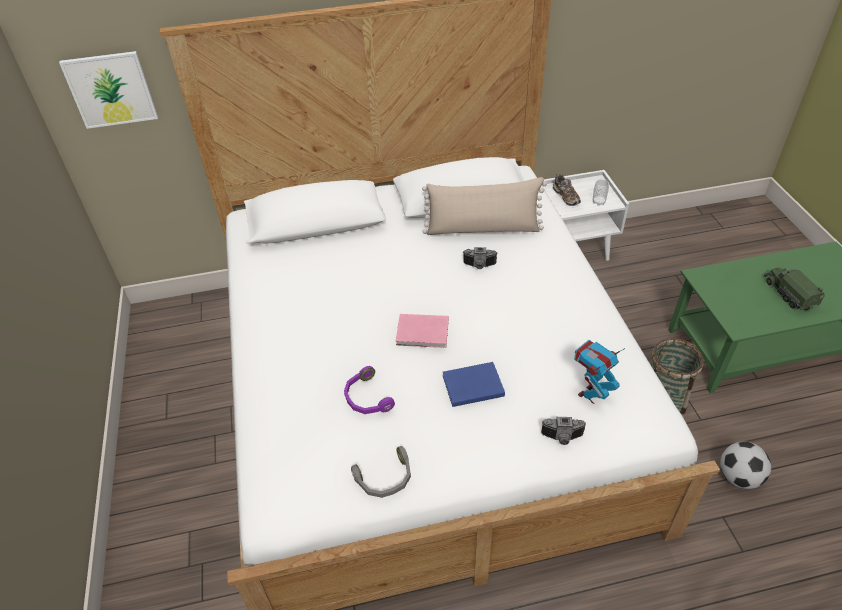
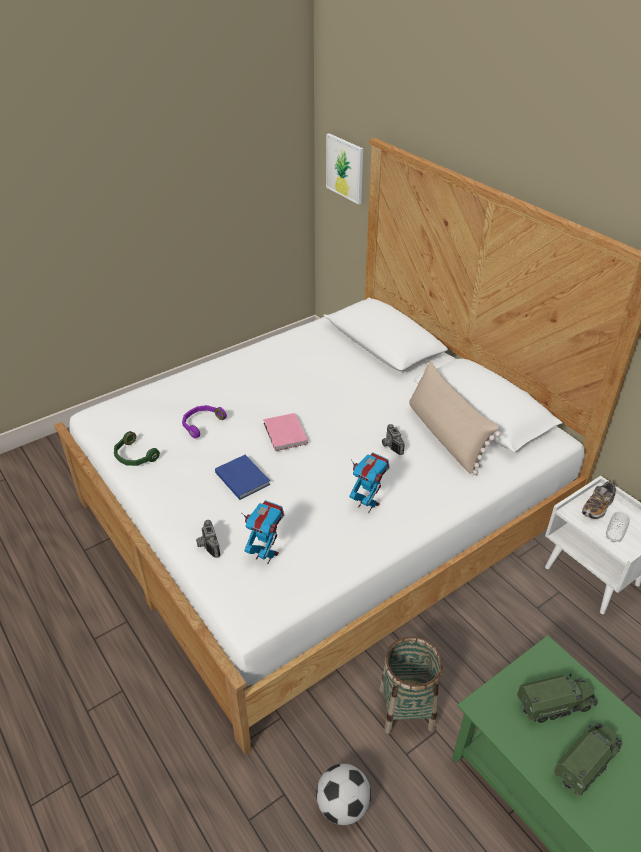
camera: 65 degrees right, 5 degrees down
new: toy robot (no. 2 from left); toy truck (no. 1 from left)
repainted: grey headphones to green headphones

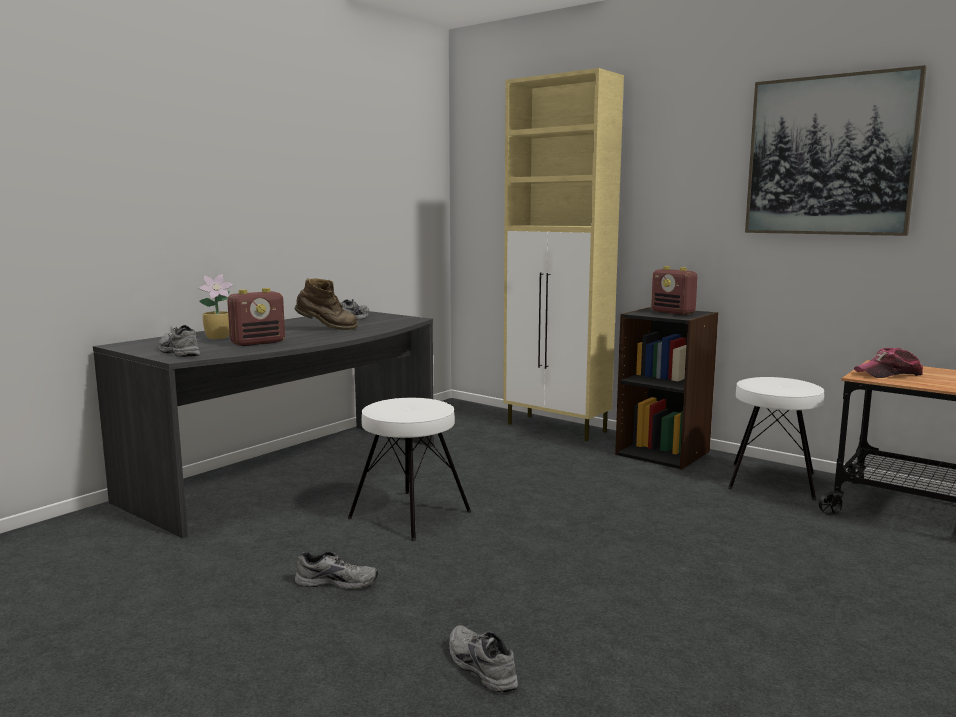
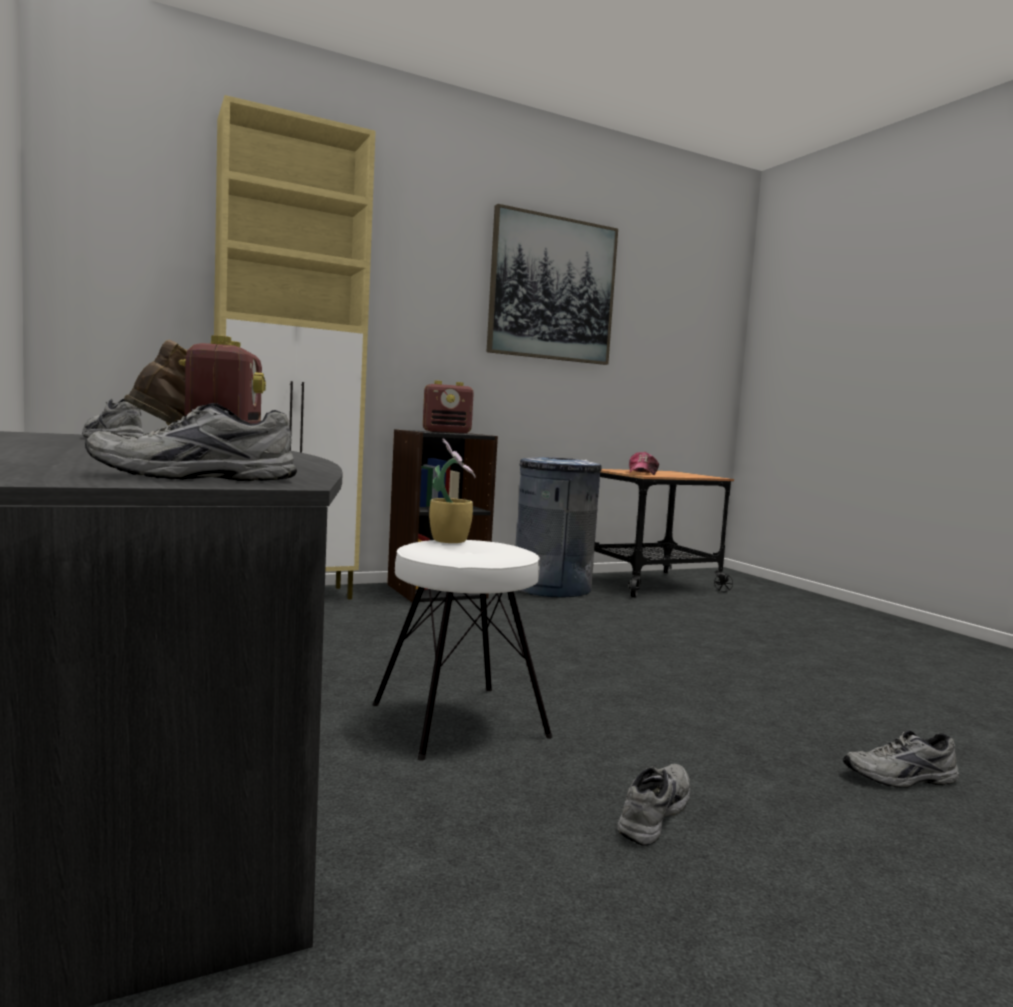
camera: 65 degrees left, 5 degrees down
shifted: potted plant
swapped: white stool (no. 2 from left) to grey trash can

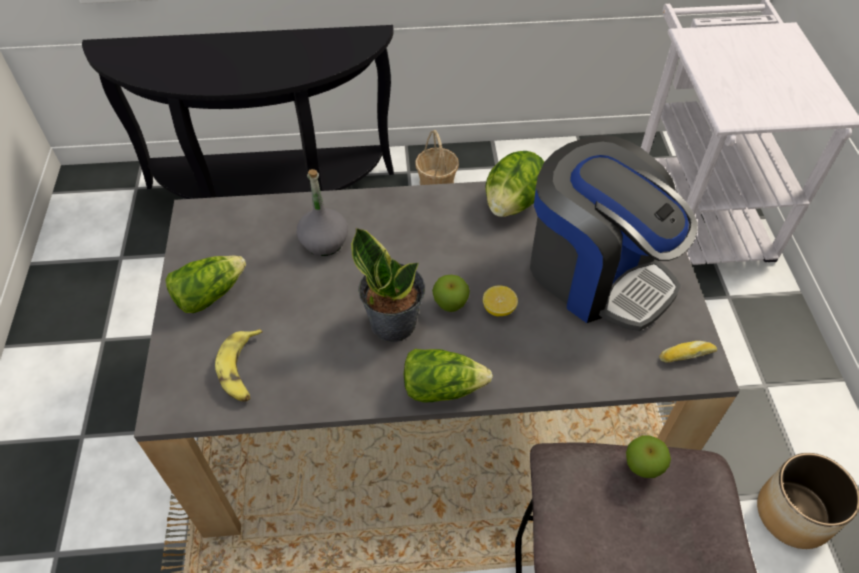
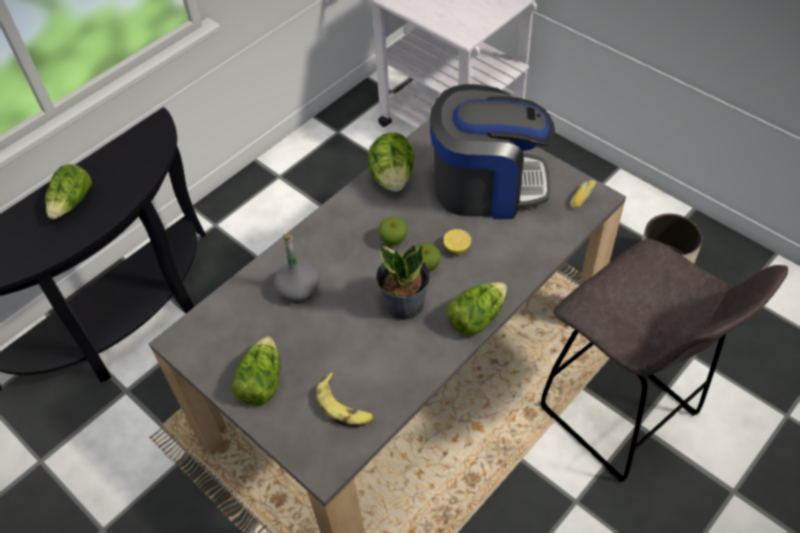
camera: 40 degrees left, 0 degrees up
gone: basket
new: lettuce (no. 1 from left)
shifted: apple (no. 2 from left in the first image) to apple (no. 1 from left)

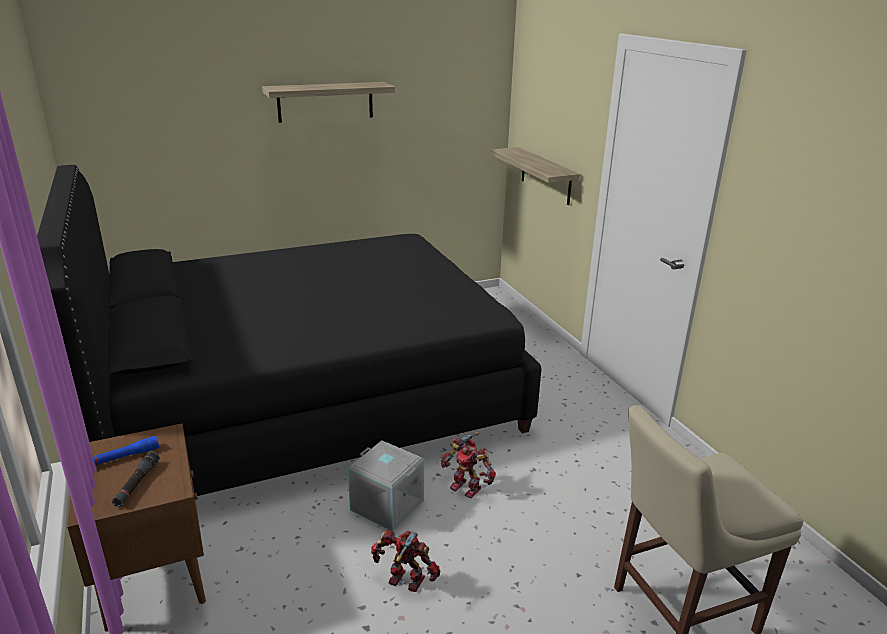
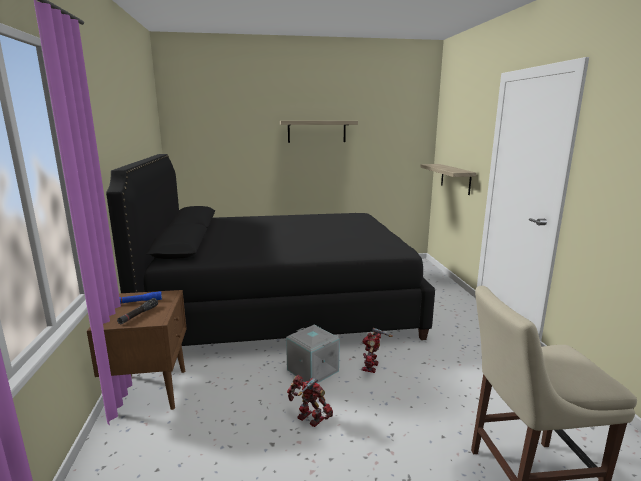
camera: 15 degrees right, 10 degrees down
rotated: toy robot (no. 2 from left) 60 degrees clockwise

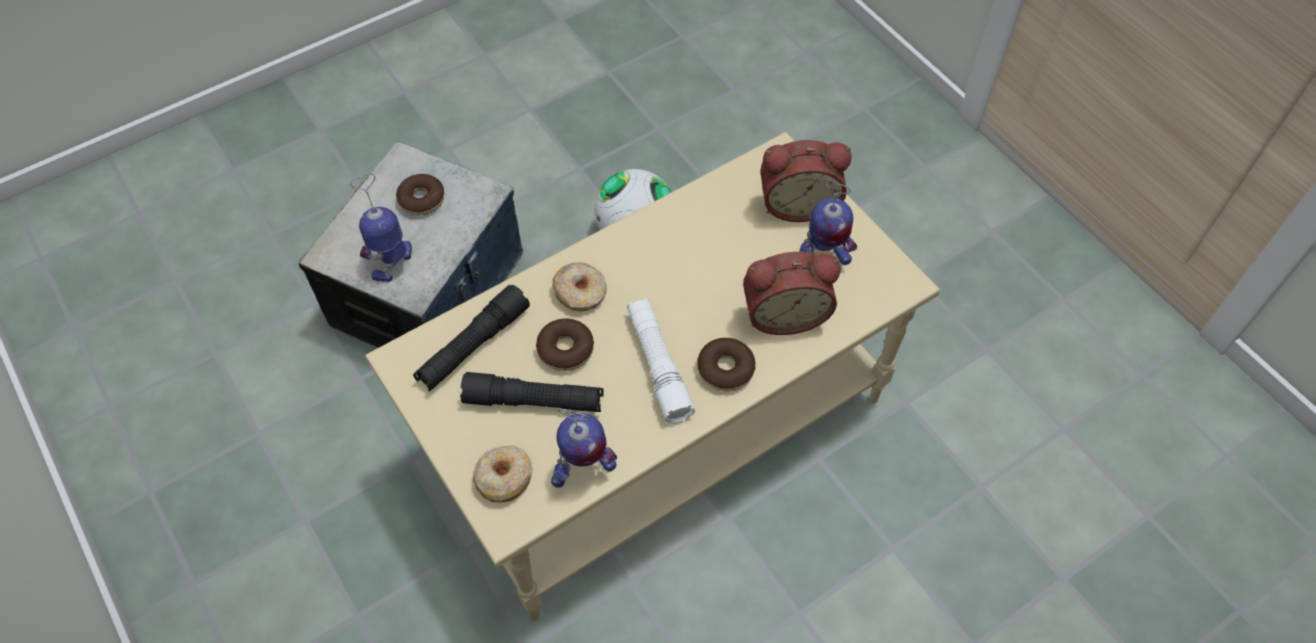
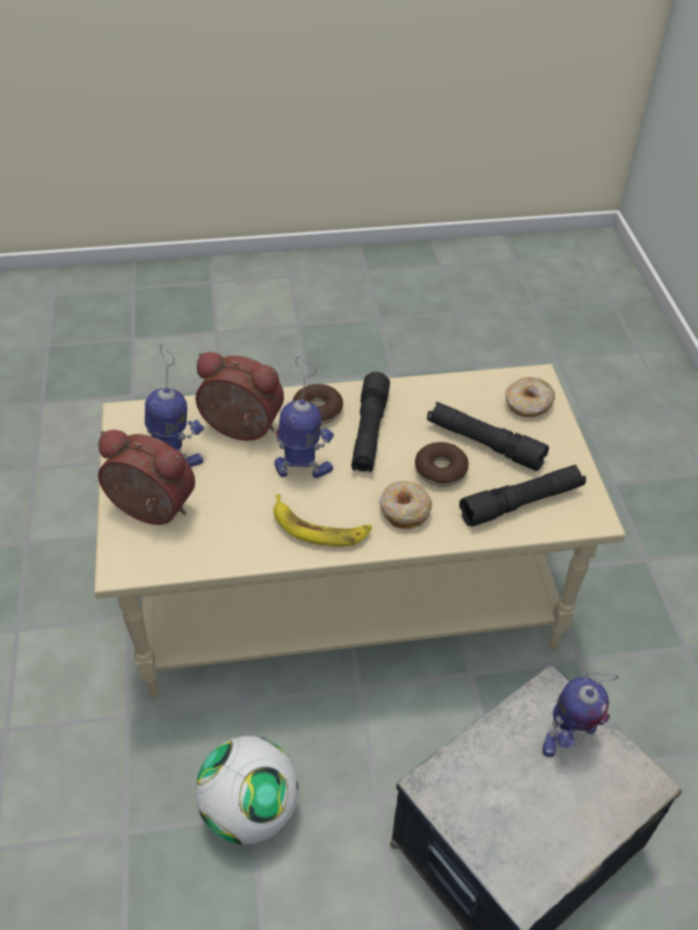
camera: 155 degrees left, 10 degrees down
gone: donut (no. 1 from left)
new: banana
shifted: toy robot (no. 2 from left)
repainted: white flashlight to black flashlight (no. 1 from left)

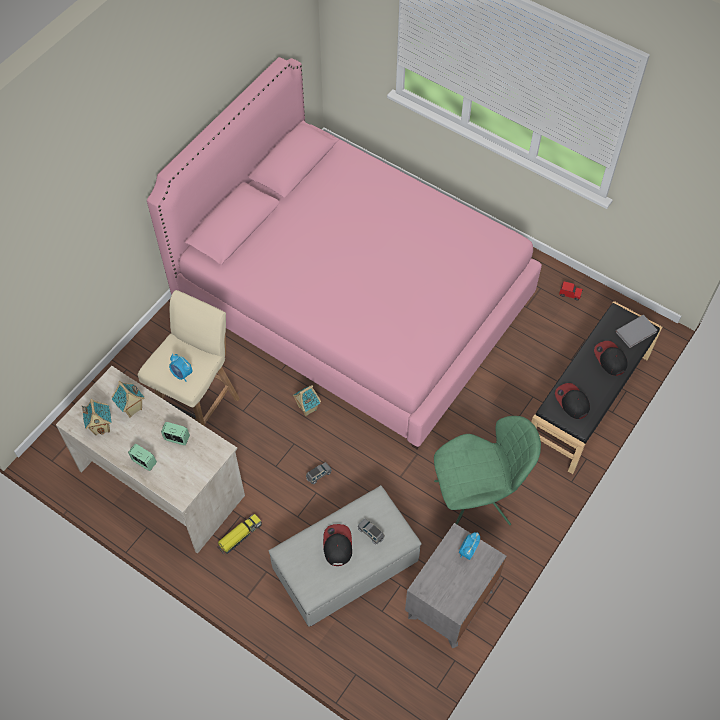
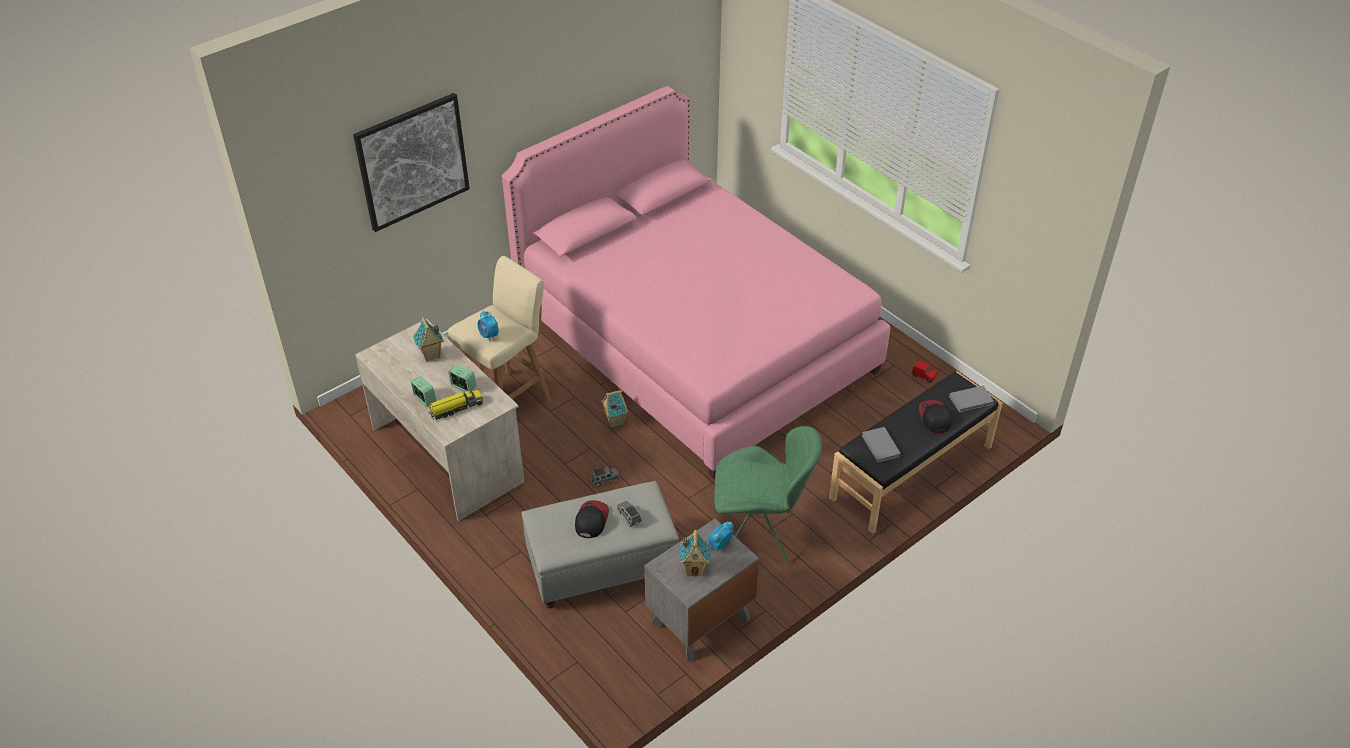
camera: 15 degrees right, 15 degrees down
new: picture
shifted: toy house (no. 1 from left in the first image) to toy house (no. 3 from left); toy truck
swapped: cap (no. 2 from left) to grey book (no. 1 from left)

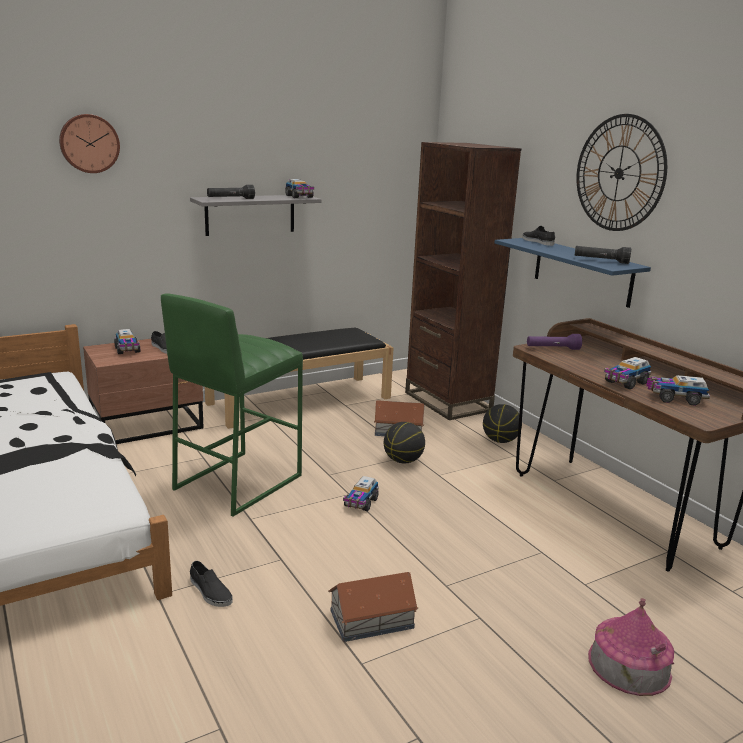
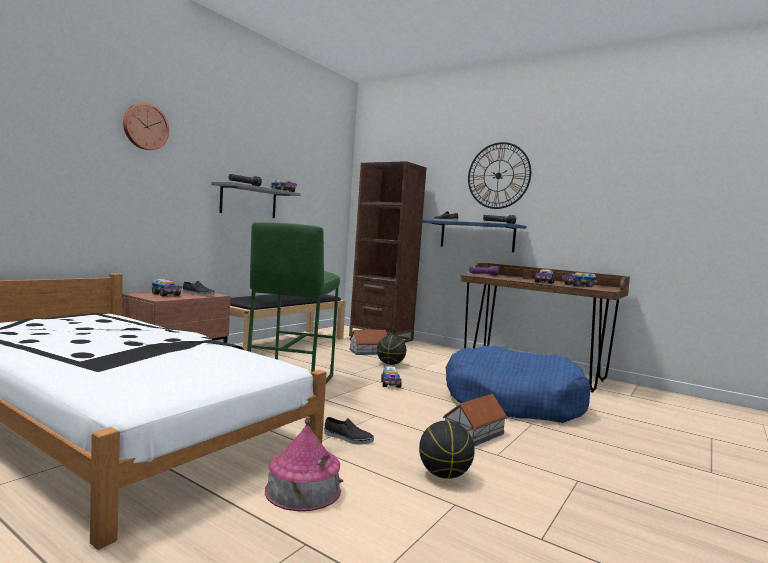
camera: 25 degrees left, 15 degrees down
new: blue dog bed
shifted: basketball (no. 2 from left); toy house (no. 3 from left in the first image) to toy house (no. 1 from left)

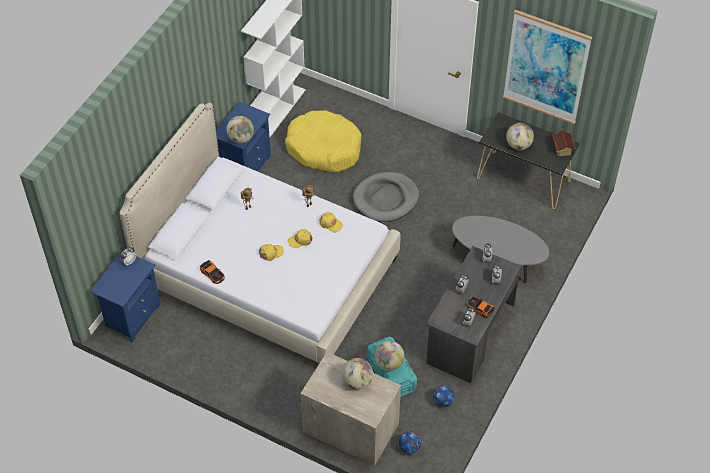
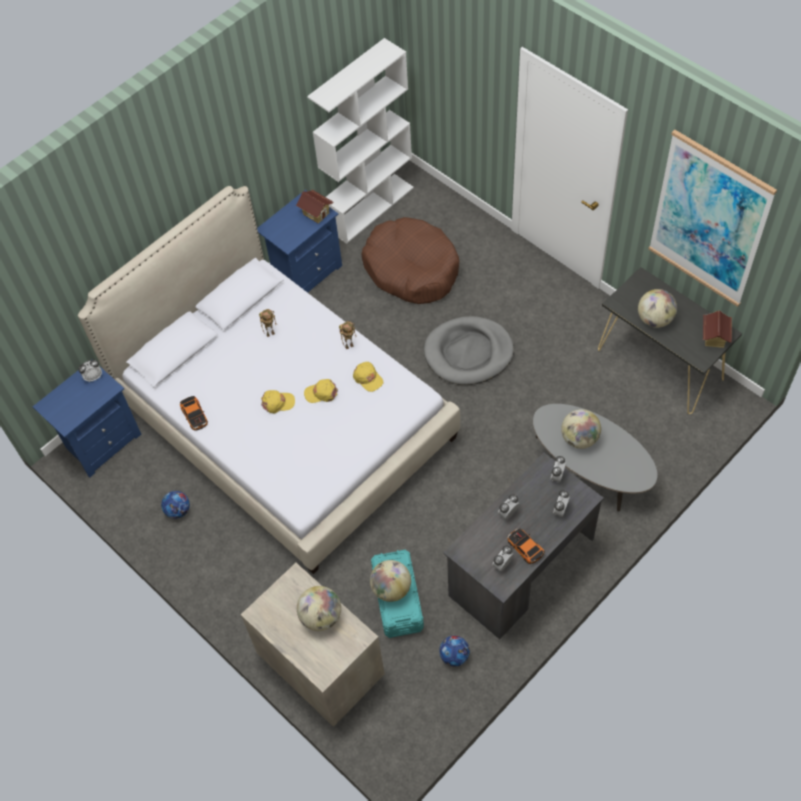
camera: 20 degrees right, 5 degrees up
new: toy house (no. 1 from left)
shifted: globe (no. 1 from left in the first image) to globe (no. 3 from left); football (no. 1 from left)
repainted: yellow dog bed to brown dog bed

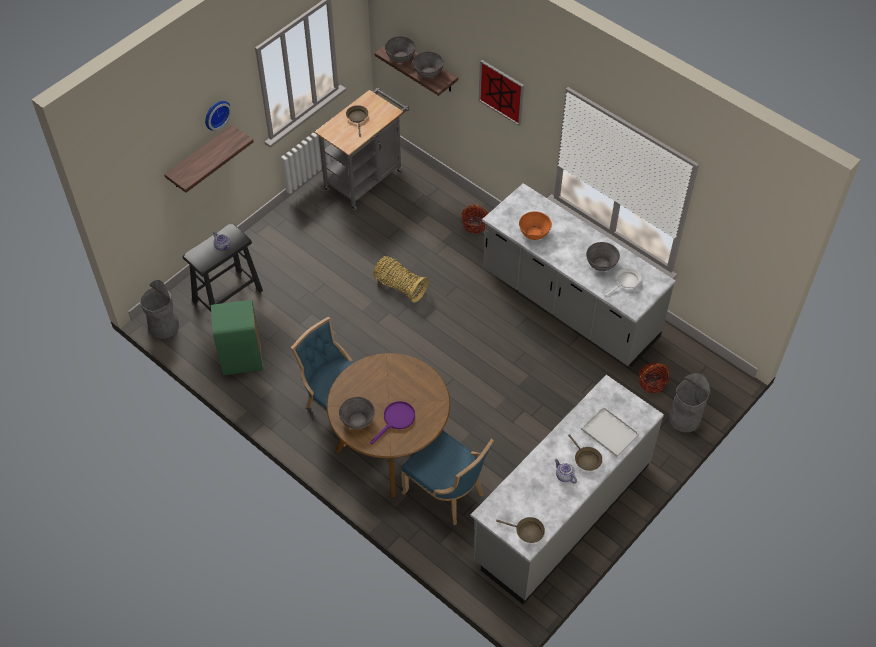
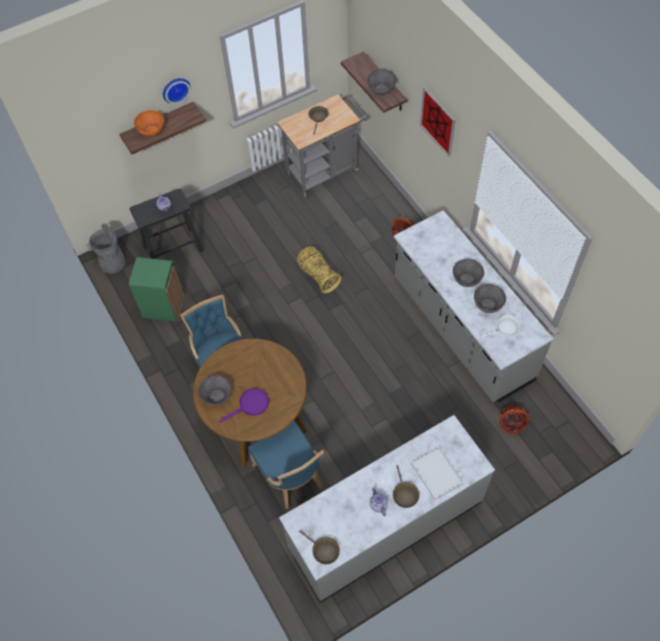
camera: 20 degrees right, 5 degrees up
gone: grey trash can (no. 2 from left)
shifted: grey bowl (no. 2 from left in the first image) to grey bowl (no. 3 from left); orange bowl

